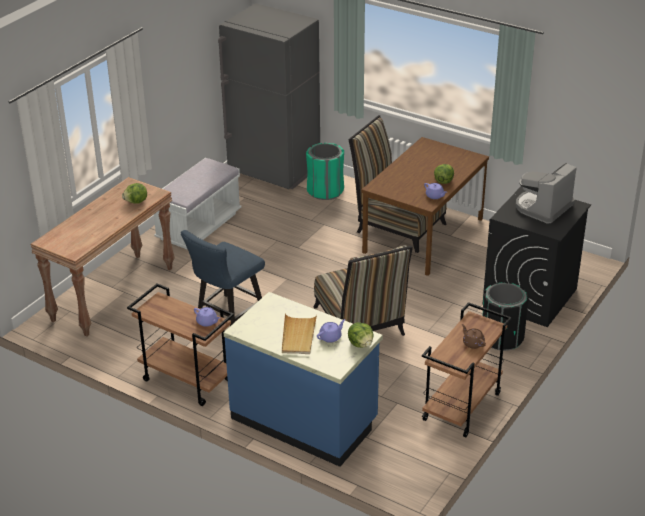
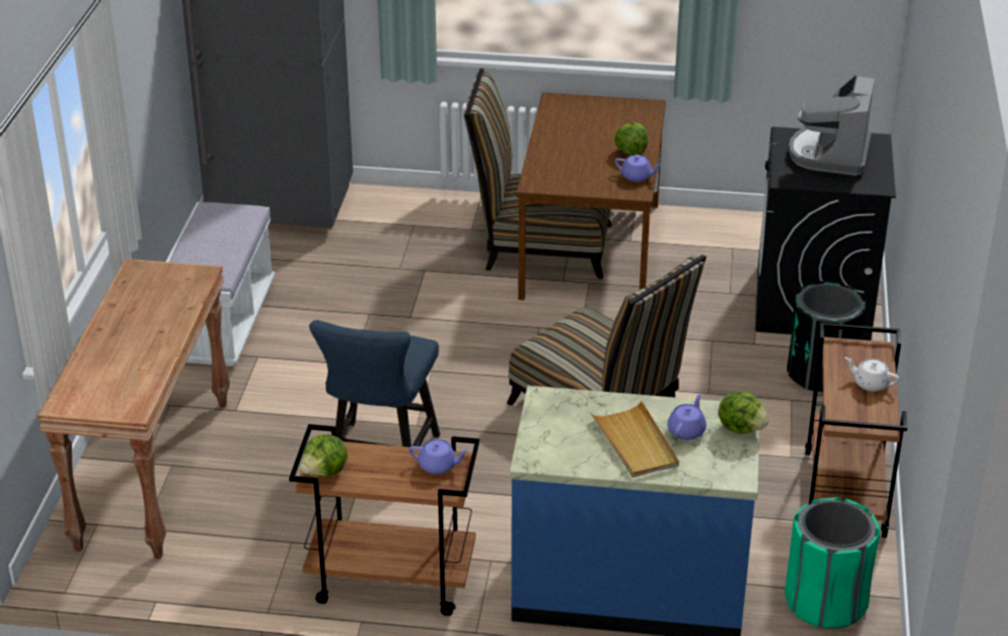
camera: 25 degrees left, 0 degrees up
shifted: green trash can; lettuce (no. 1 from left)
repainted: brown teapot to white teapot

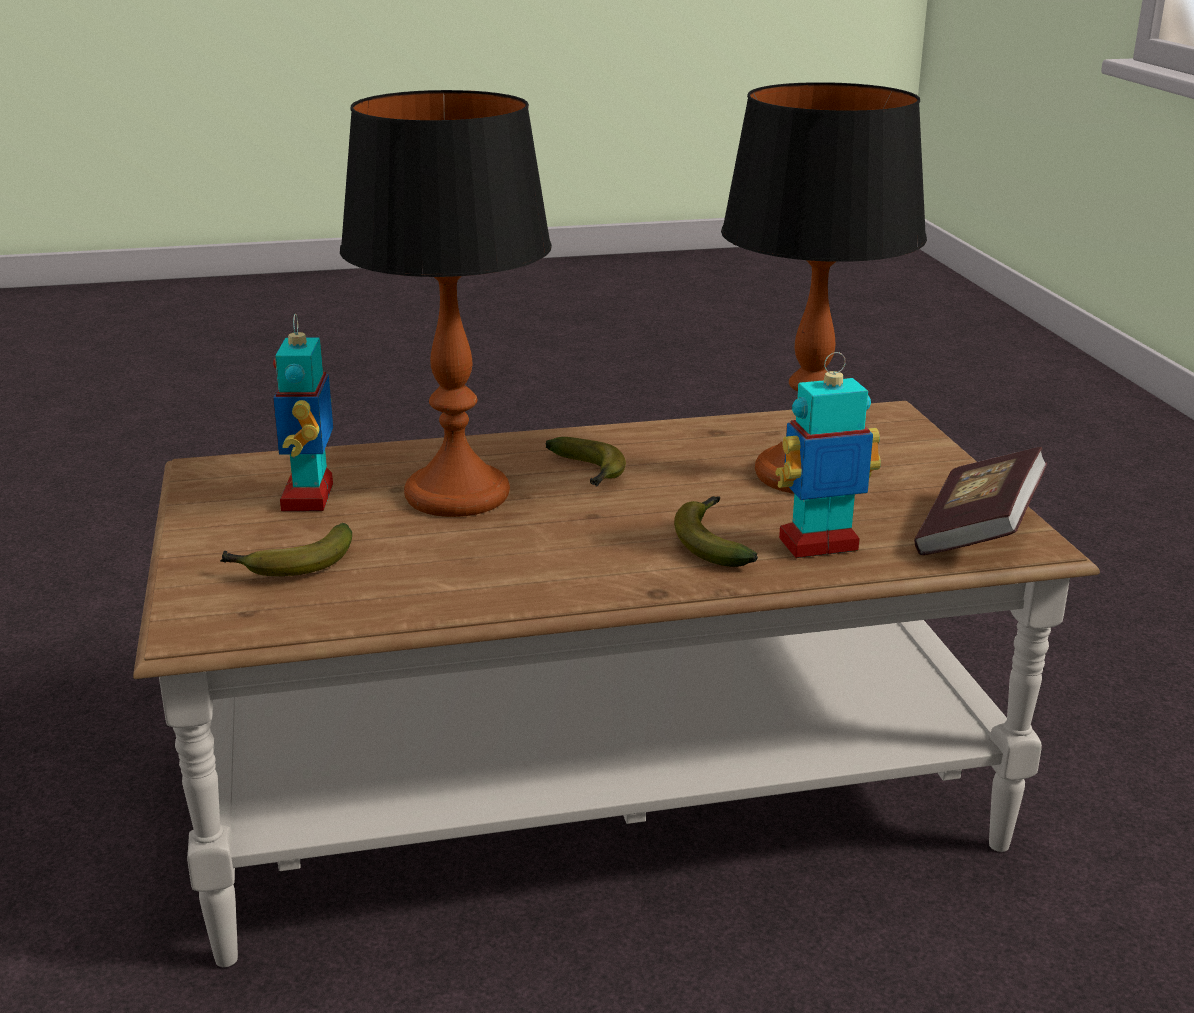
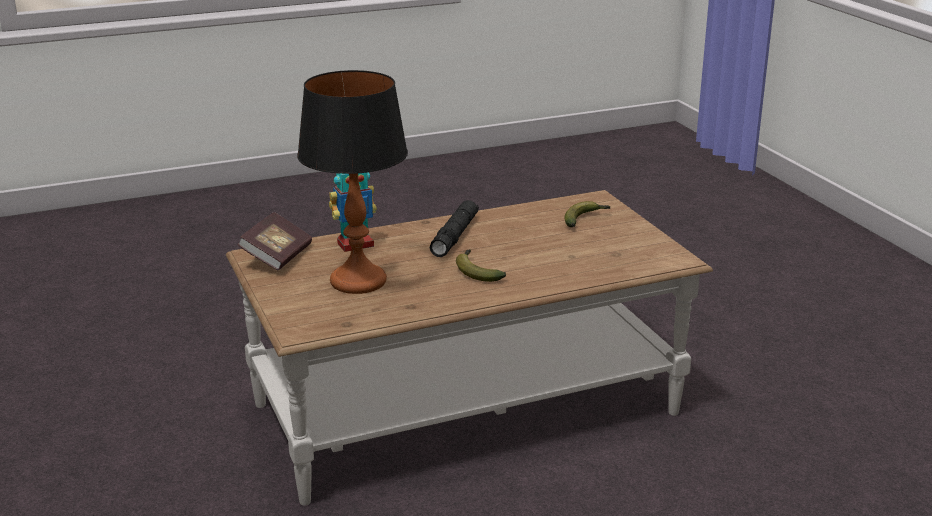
camera: 170 degrees right, 0 degrees up
gone: table lamp (no. 1 from left); toy robot (no. 1 from left); banana (no. 3 from left)
new: black flashlight

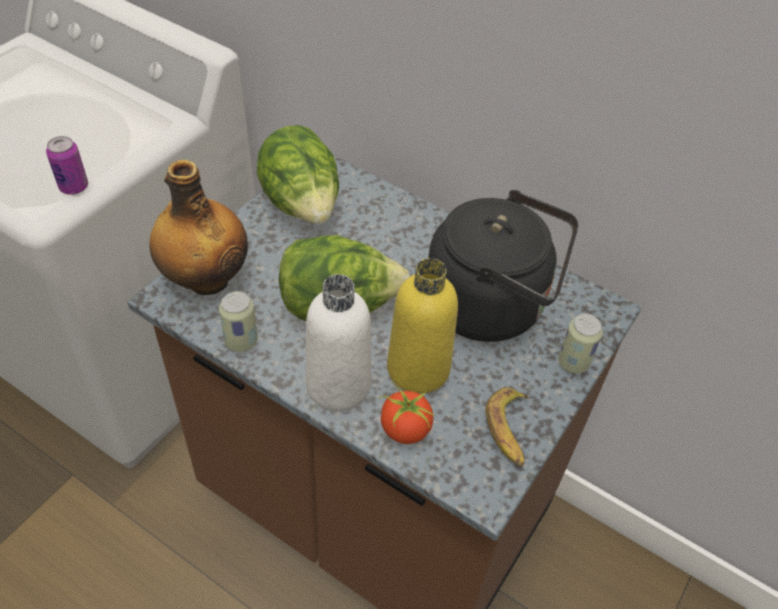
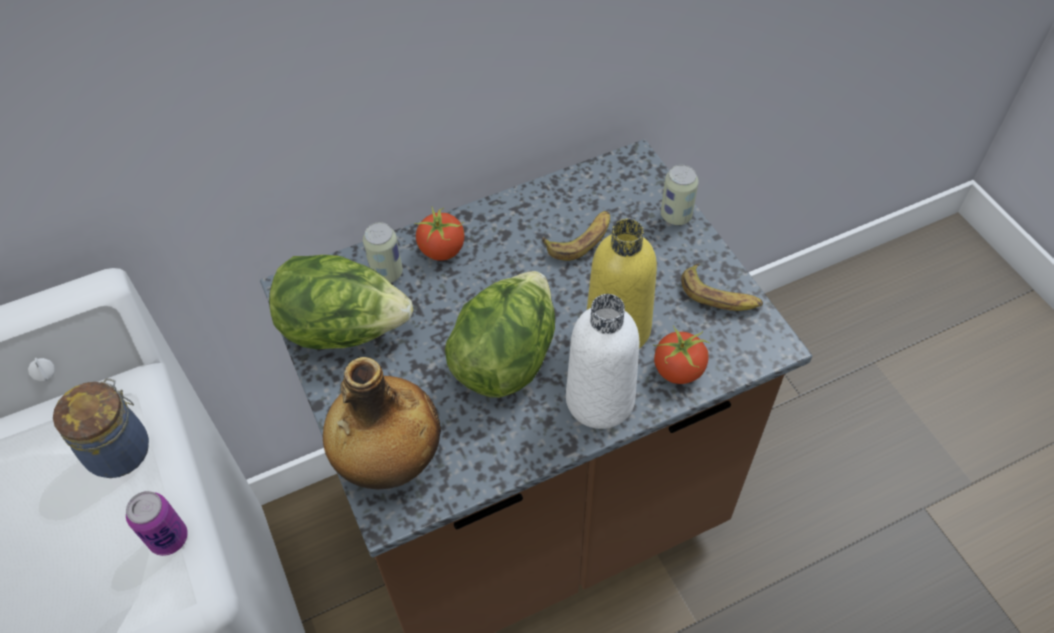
camera: 55 degrees left, 5 degrees up
new: tomato (no. 1 from left); jar
shifted: can (no. 2 from left)
swapped: black kettle to banana (no. 1 from left)

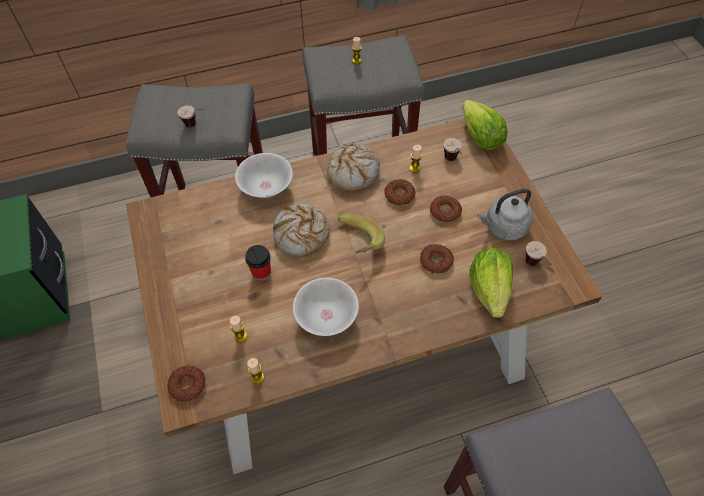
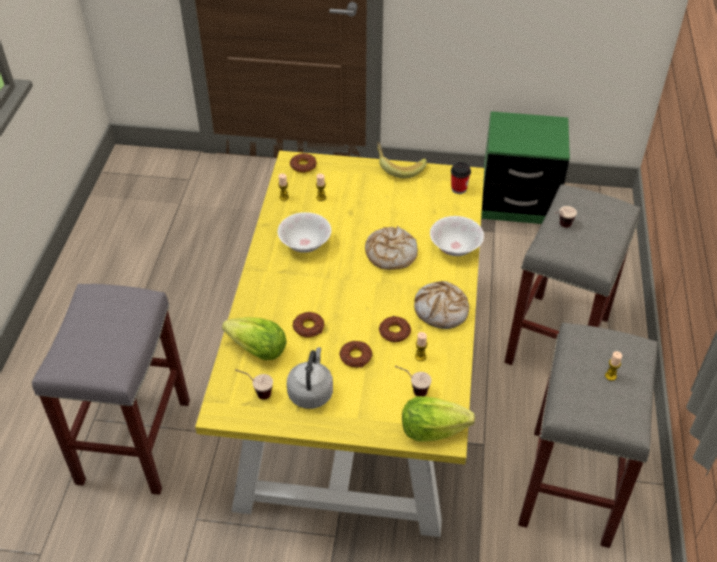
camera: 115 degrees right, 10 degrees down
shifted: banana; cup (no. 2 from left in the first image) to cup (no. 3 from left)
repainted: brown dining table to yellow dining table

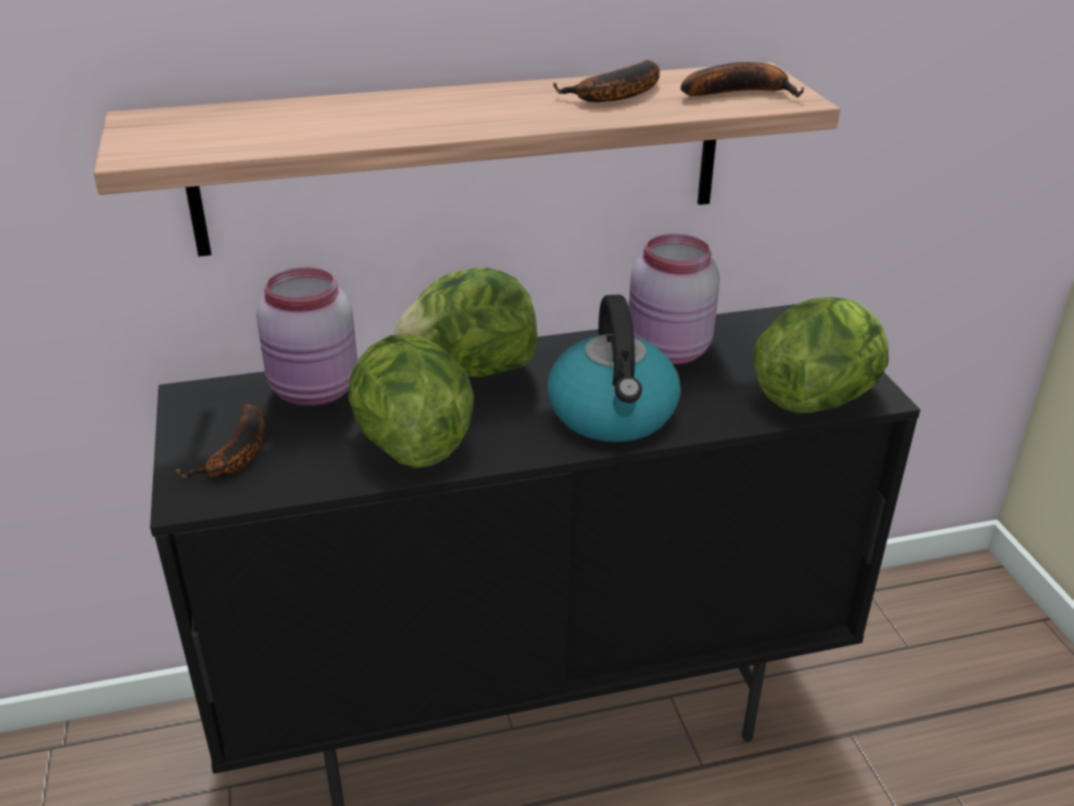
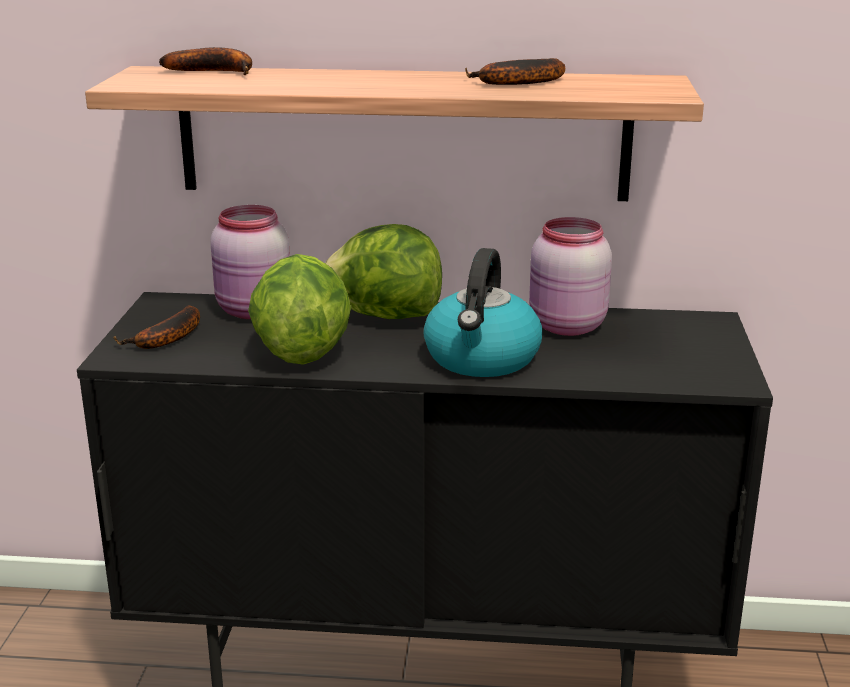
camera: 20 degrees right, 10 degrees down
gone: lettuce (no. 3 from left)
shifted: banana (no. 3 from left in the first image) to banana (no. 2 from left)

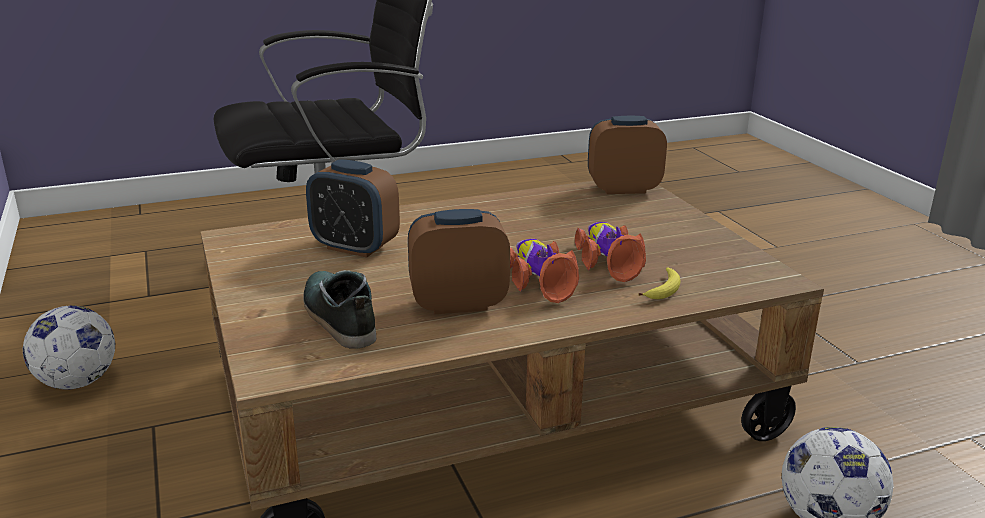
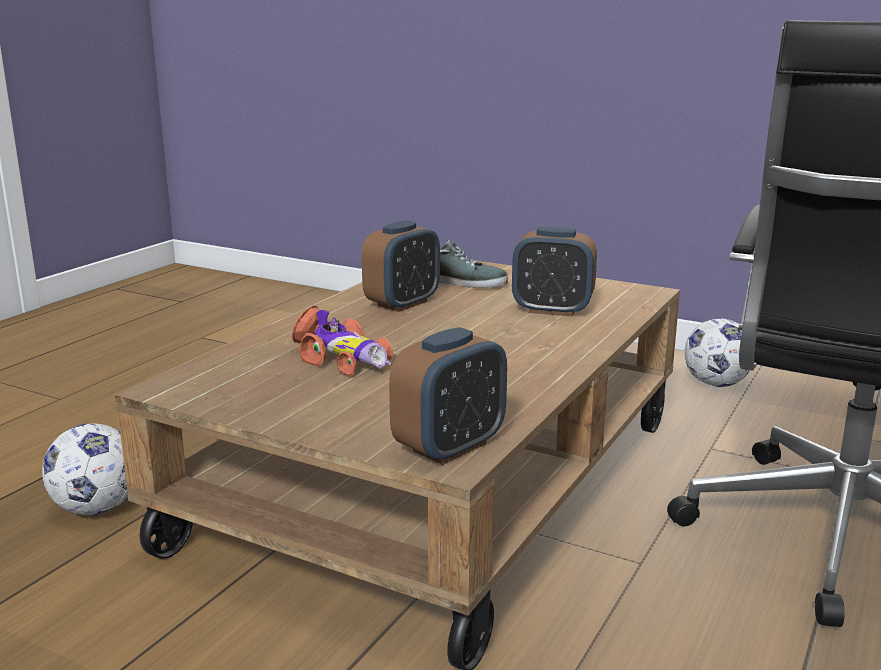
camera: 140 degrees right, 5 degrees down
gone: toy car (no. 1 from left); banana
rotated: alarm clock (no. 1 from left in the first image) 150 degrees counterclockwise

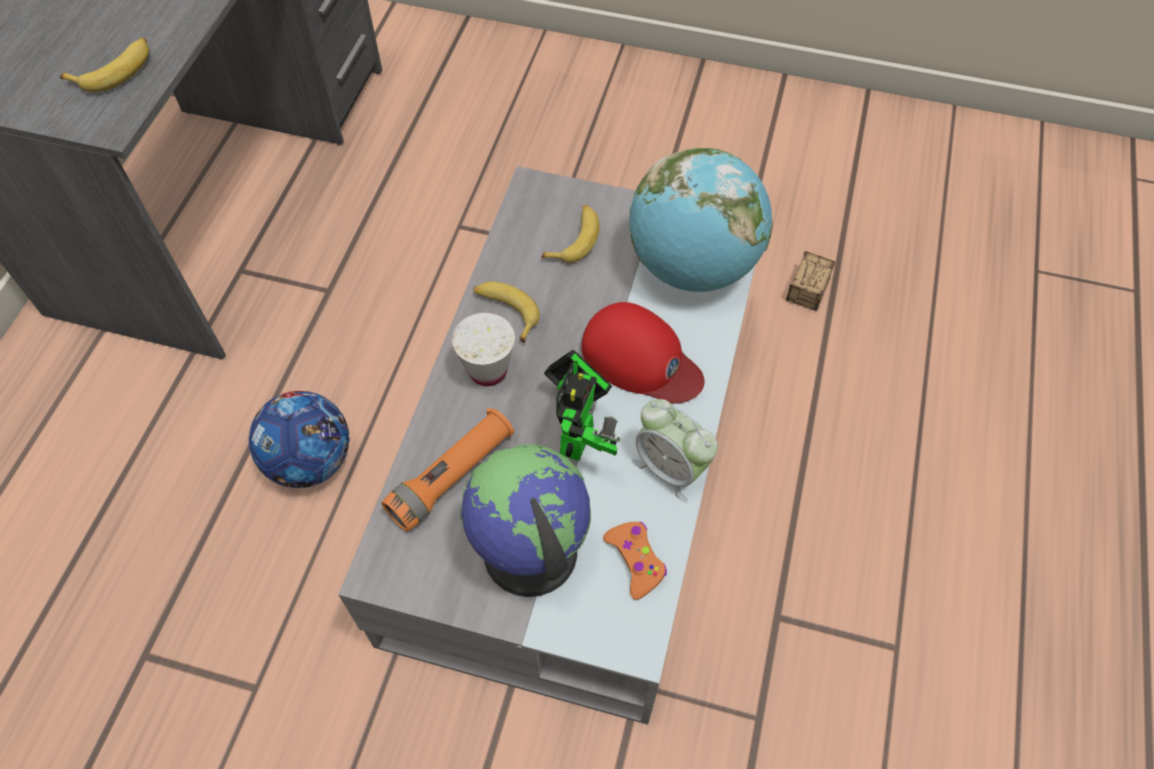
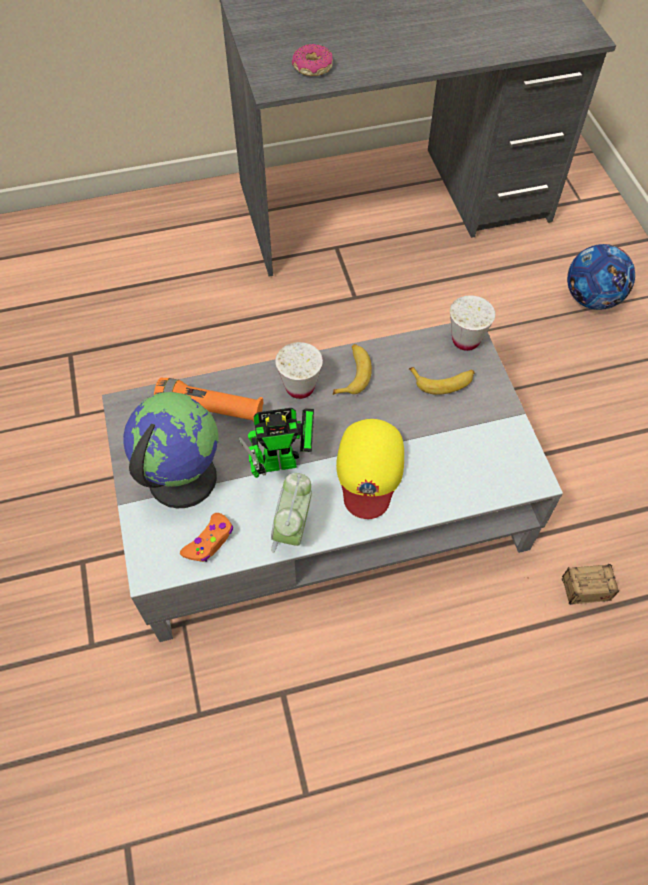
camera: 60 degrees right, 0 degrees up
gone: globe (no. 2 from left)
new: white cup (no. 2 from left)
shifted: football
swapped: banana (no. 1 from left) to donut
repainted: red cap to yellow cap

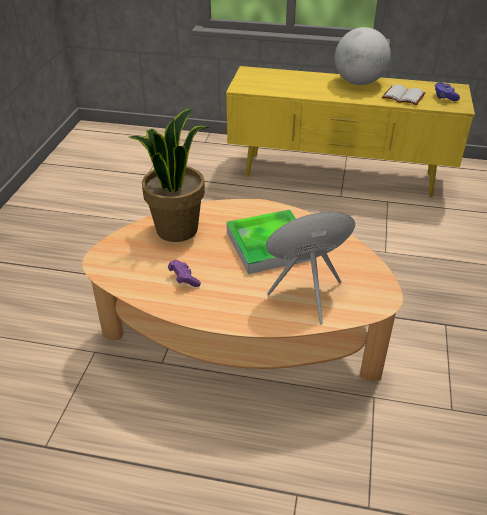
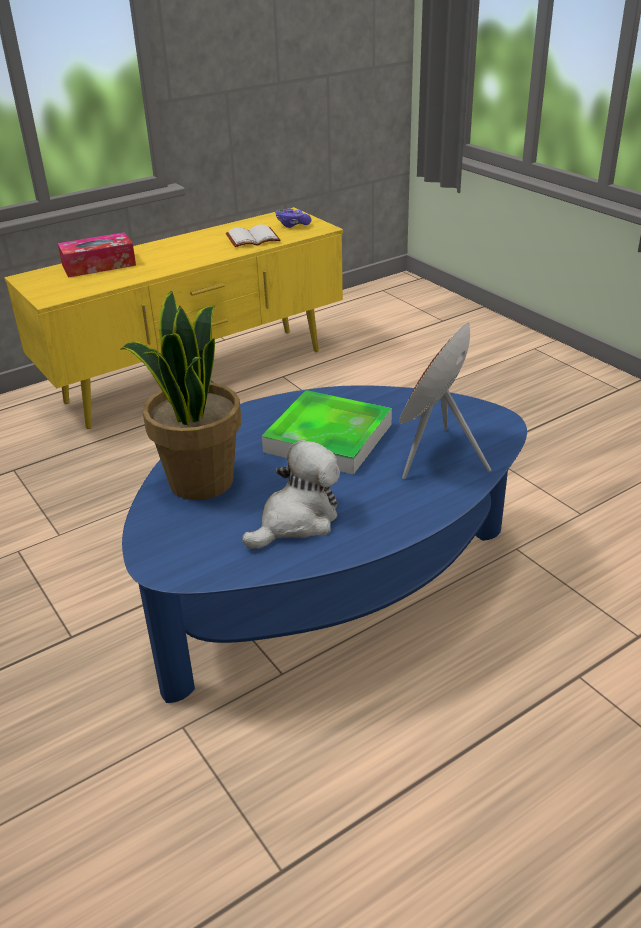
camera: 45 degrees left, 5 degrees down
gone: globe
new: tissue box
swapped: purple game controller (no. 1 from left) to plush toy
repainted: beige coffee table to blue coffee table

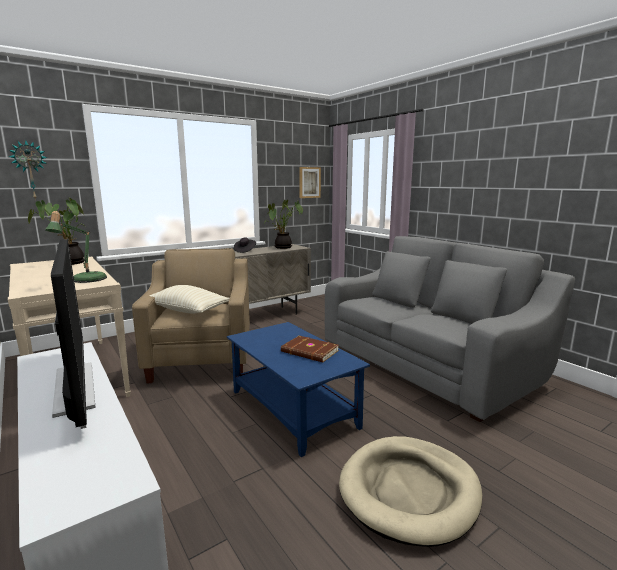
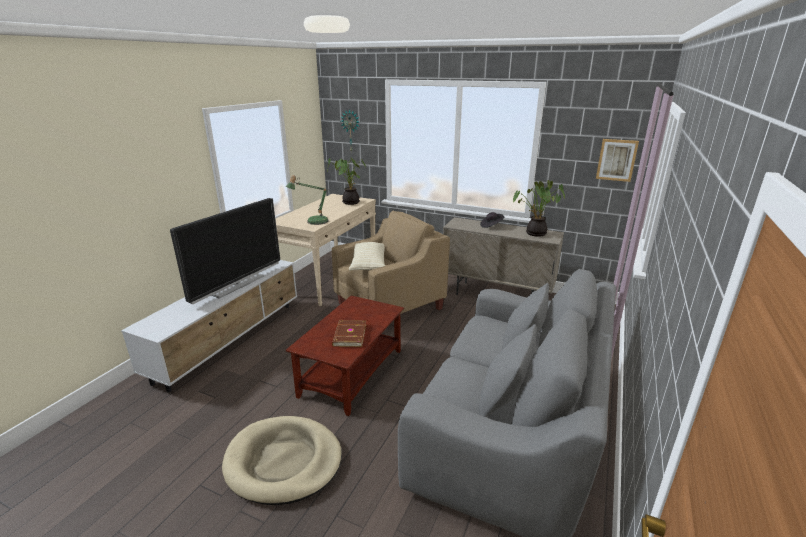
camera: 60 degrees right, 10 degrees up
repainted: blue coffee table to brown coffee table

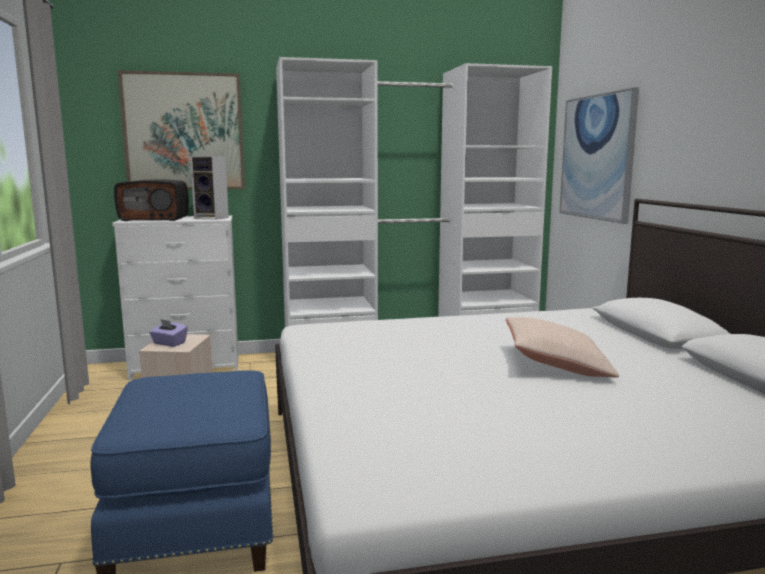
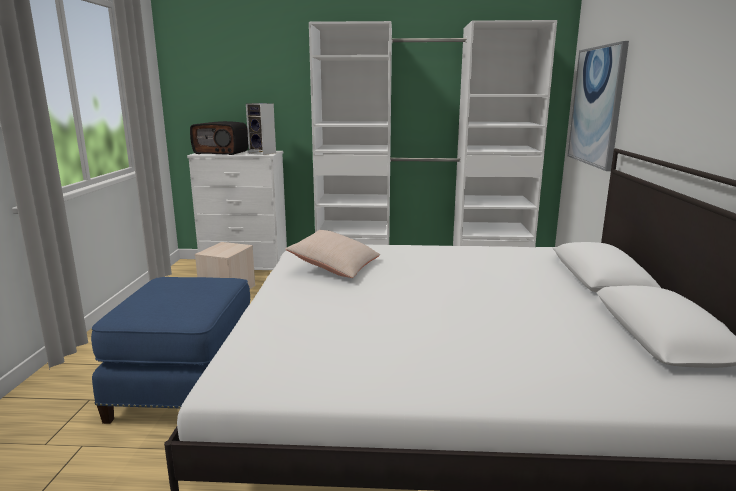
camera: 15 degrees right, 5 degrees up
gone: picture (no. 1 from left); purple tissue box
shifted: beige pillow

